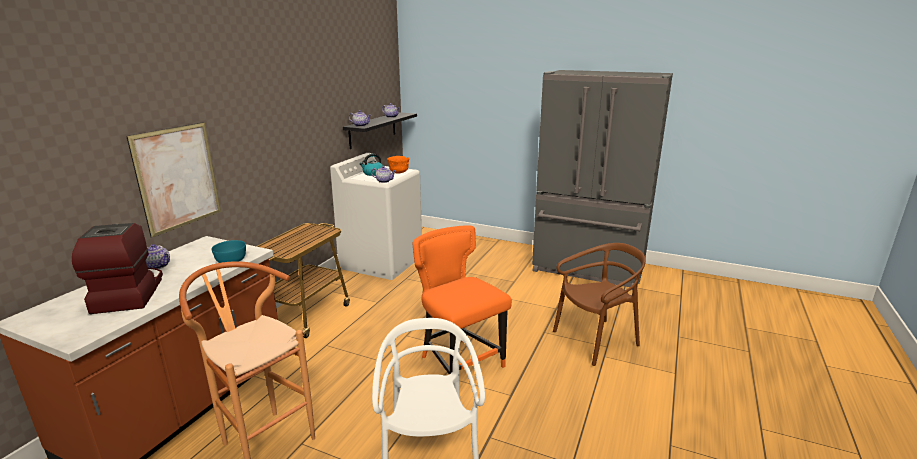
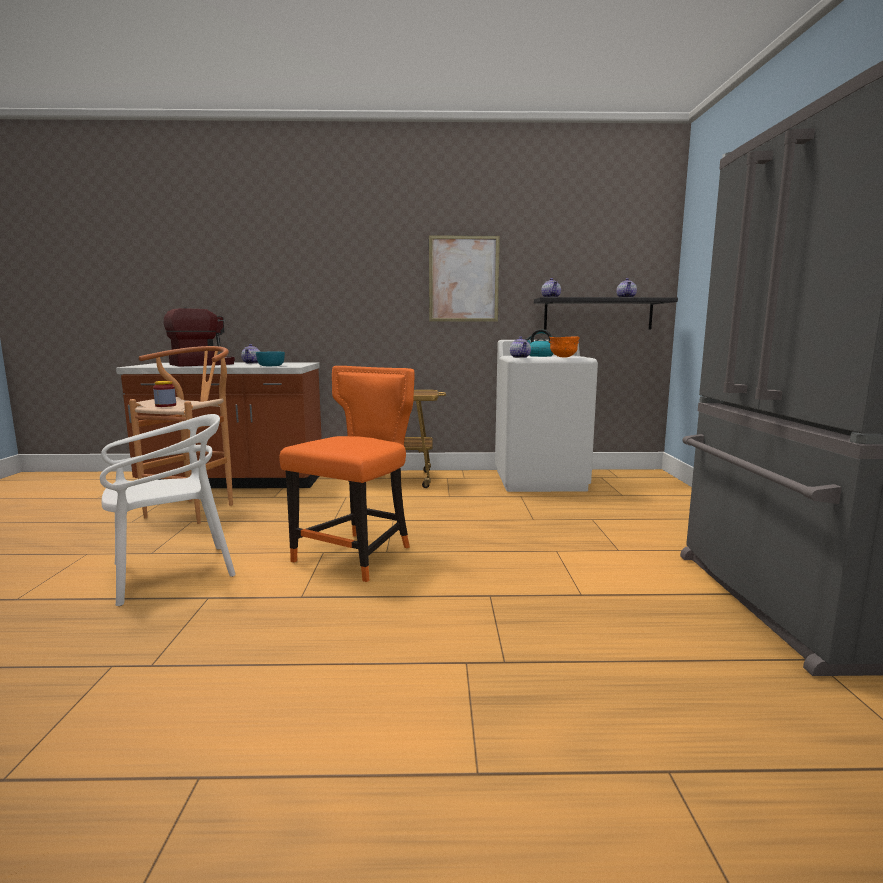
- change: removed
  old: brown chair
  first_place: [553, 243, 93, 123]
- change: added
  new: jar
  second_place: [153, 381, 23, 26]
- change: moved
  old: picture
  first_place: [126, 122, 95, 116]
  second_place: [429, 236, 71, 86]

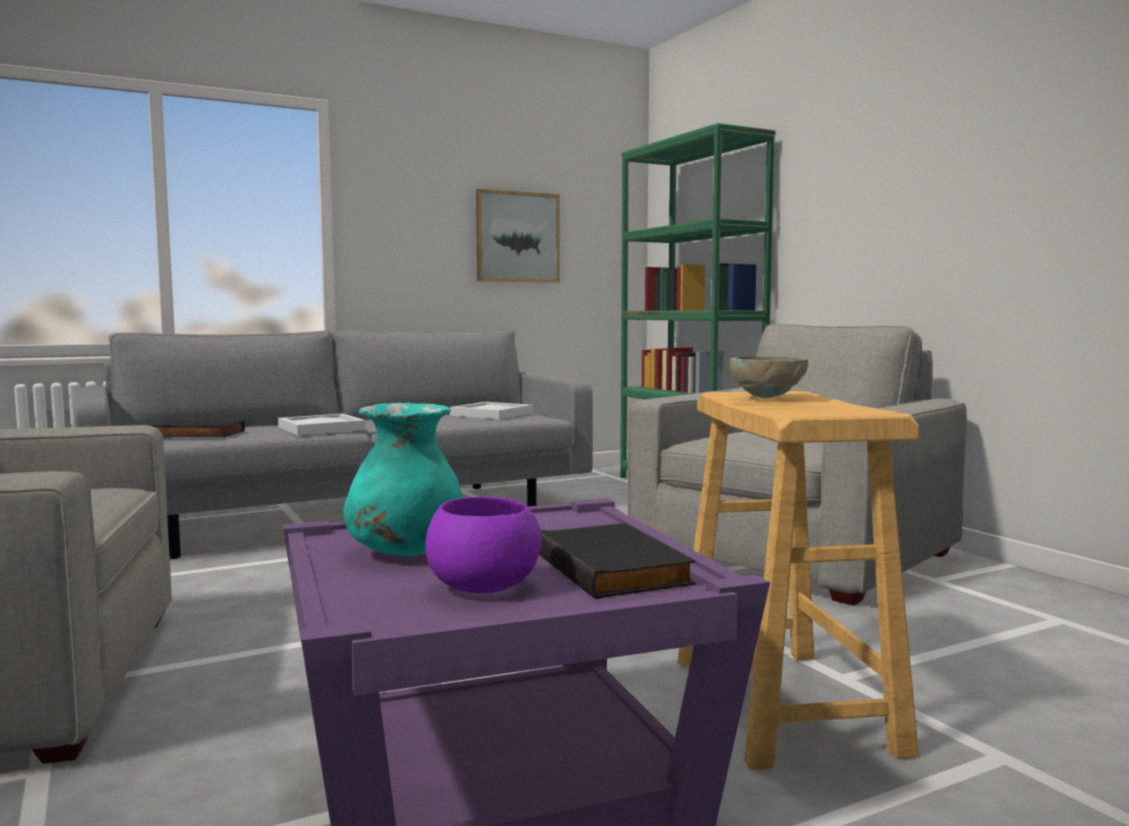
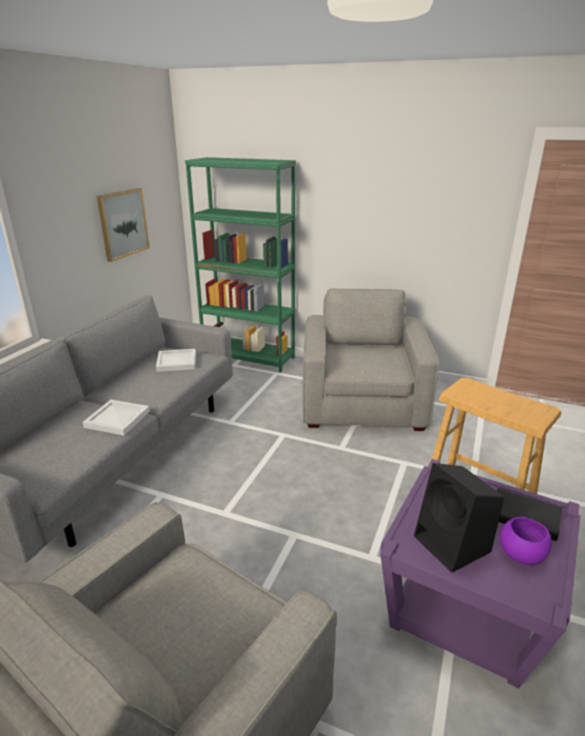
- change: removed
  old: black book
  first_place: [152, 419, 93, 18]
- change: removed
  old: beige bowl
  first_place: [730, 357, 78, 41]
- change: replaced
  old: turquoise vase
  new: black speaker
  first_place: [343, 403, 120, 153]
  second_place: [414, 463, 90, 110]

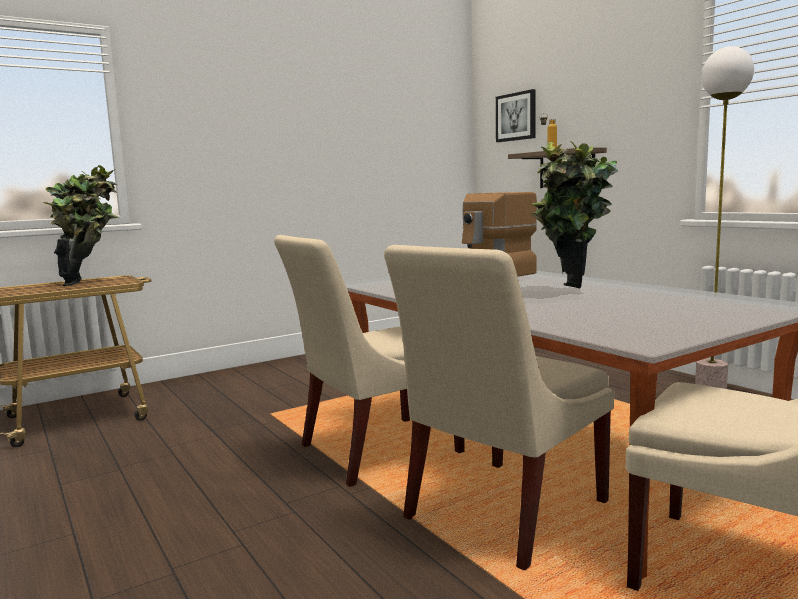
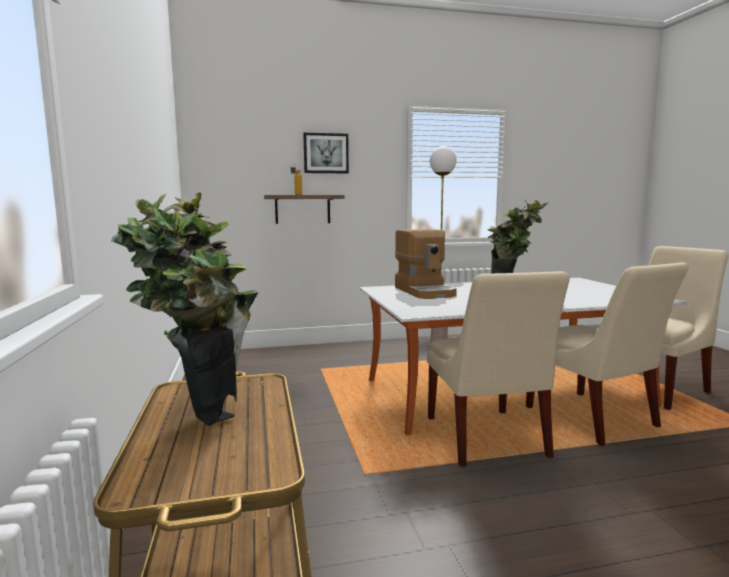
- change: moved
  old: picture
  first_place: [496, 89, 40, 53]
  second_place: [303, 133, 46, 40]

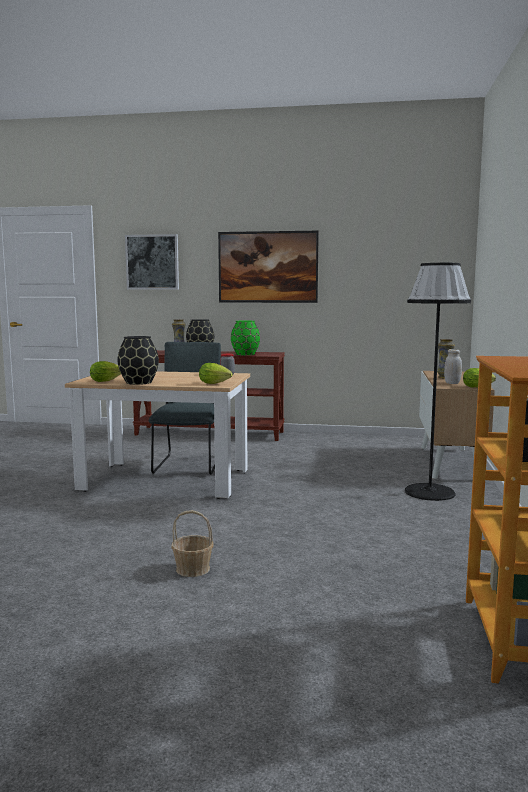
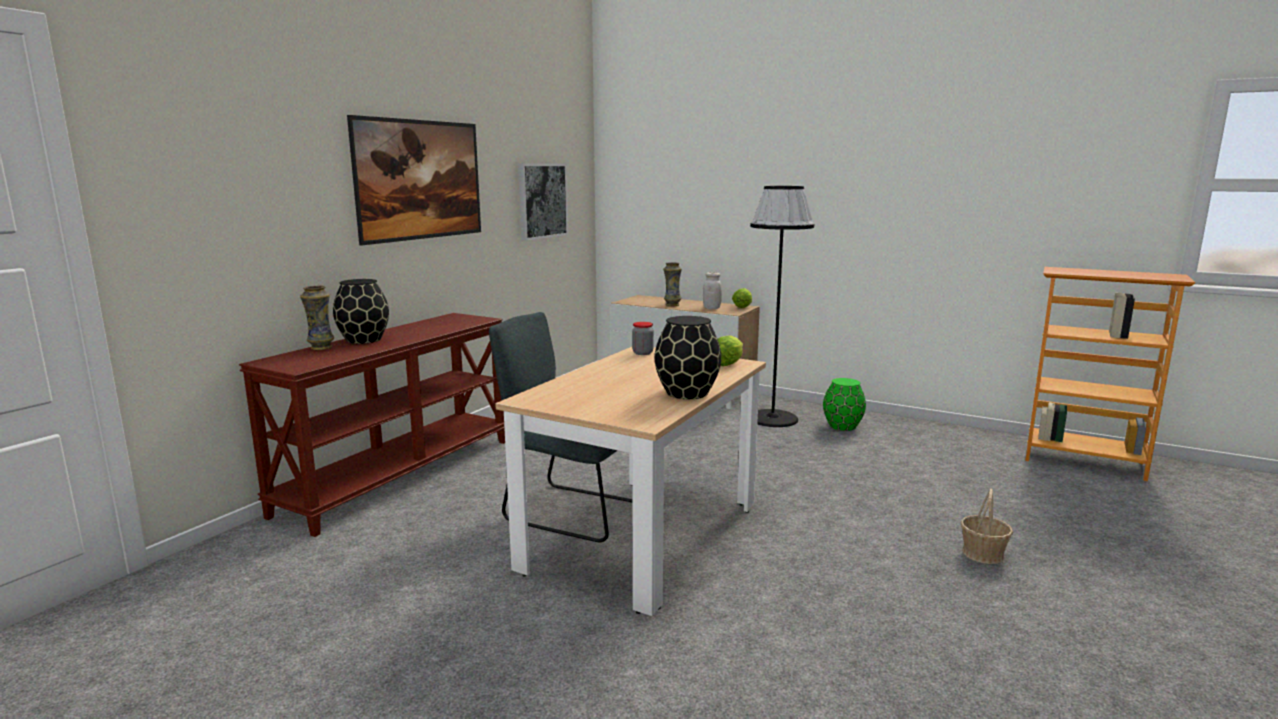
- change: removed
  old: lettuce
  first_place: [90, 361, 31, 21]
- change: moved
  old: picture
  first_place: [125, 234, 54, 55]
  second_place: [518, 163, 51, 78]
- change: moved
  old: green vase
  first_place: [231, 321, 29, 34]
  second_place: [823, 378, 43, 53]

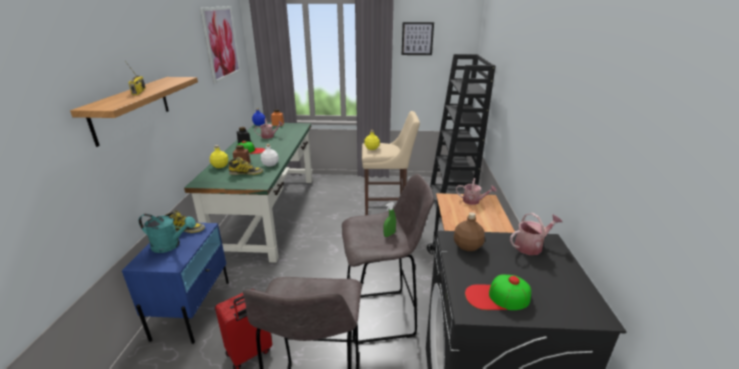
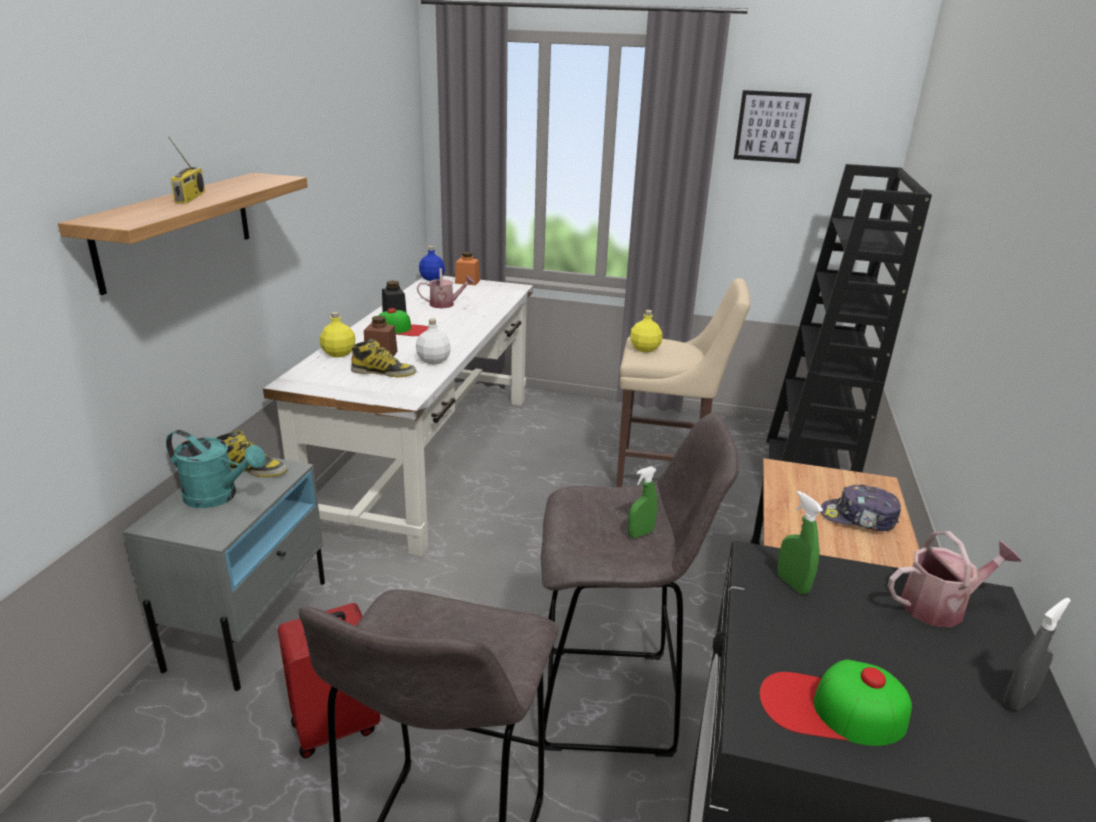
- change: removed
  old: picture
  first_place: [200, 6, 41, 77]
- change: removed
  old: watering can
  first_place: [456, 178, 41, 27]
- change: added
  new: cap
  second_place: [821, 484, 80, 47]
- change: added
  new: grey spray bottle
  second_place: [1003, 598, 68, 113]
- change: replaced
  old: brown bottle
  new: green spray bottle
  first_place: [454, 212, 31, 39]
  second_place: [777, 491, 46, 104]
- change: recoloured
  old: blue nightstand
  new: grey nightstand
  first_place: [122, 223, 107, 121]
  second_place: [123, 457, 202, 234]
- change: recoloured
  old: green desk
  new: white desk
  first_place: [184, 123, 129, 140]
  second_place: [263, 276, 270, 280]

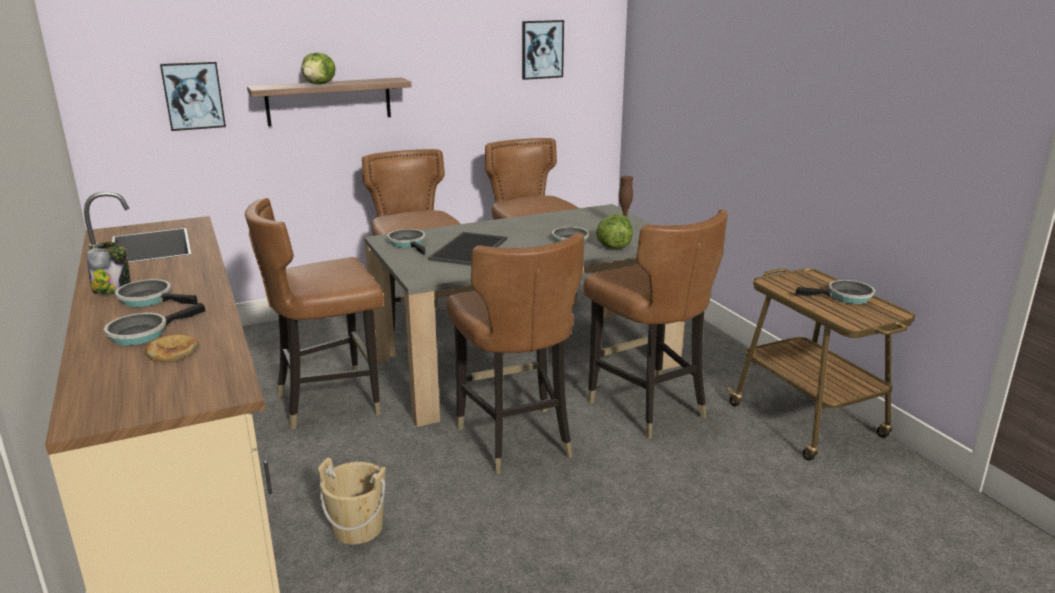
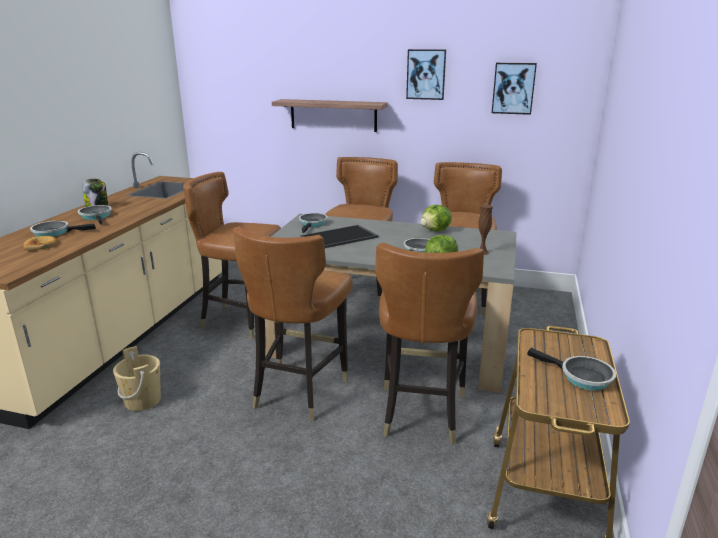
- change: moved
  old: picture
  first_place: [160, 61, 66, 70]
  second_place: [406, 49, 40, 51]
- change: moved
  old: lettuce
  first_place: [302, 52, 34, 32]
  second_place: [420, 205, 32, 26]

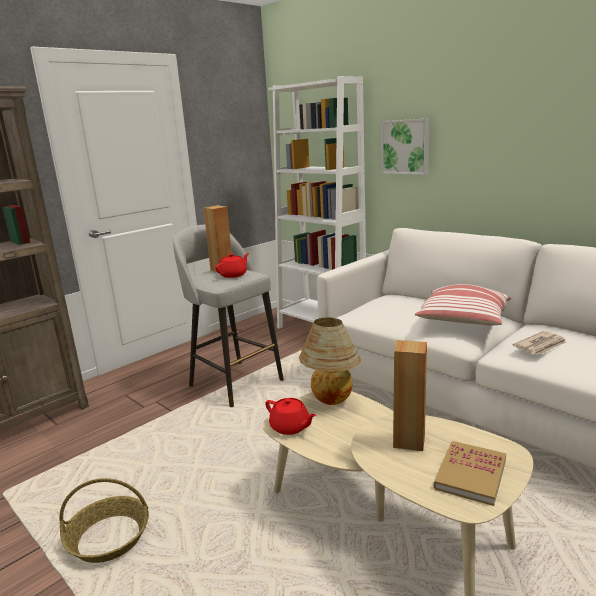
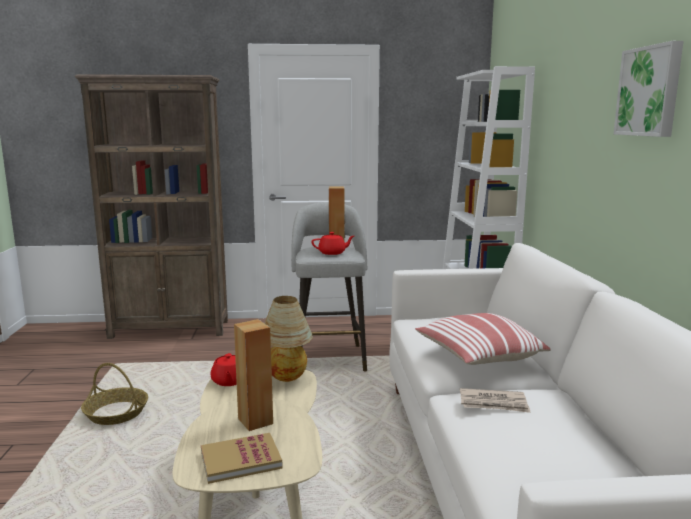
- change: moved
  old: picture
  first_place: [381, 118, 49, 57]
  second_place: [614, 41, 69, 96]

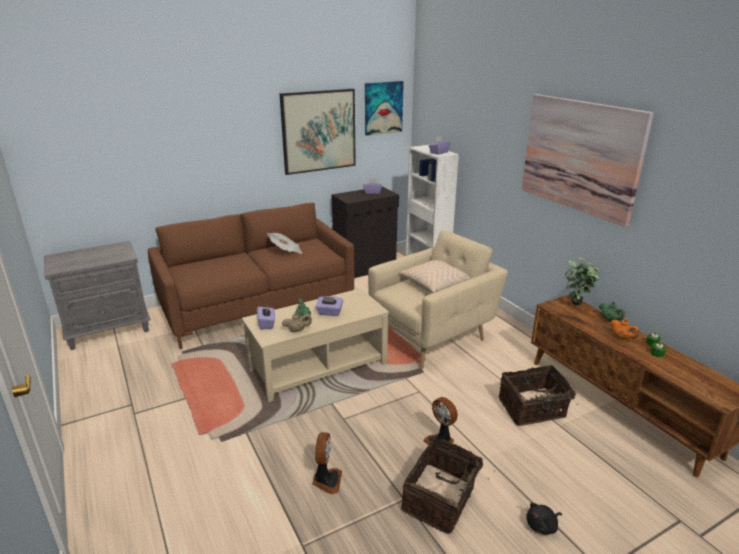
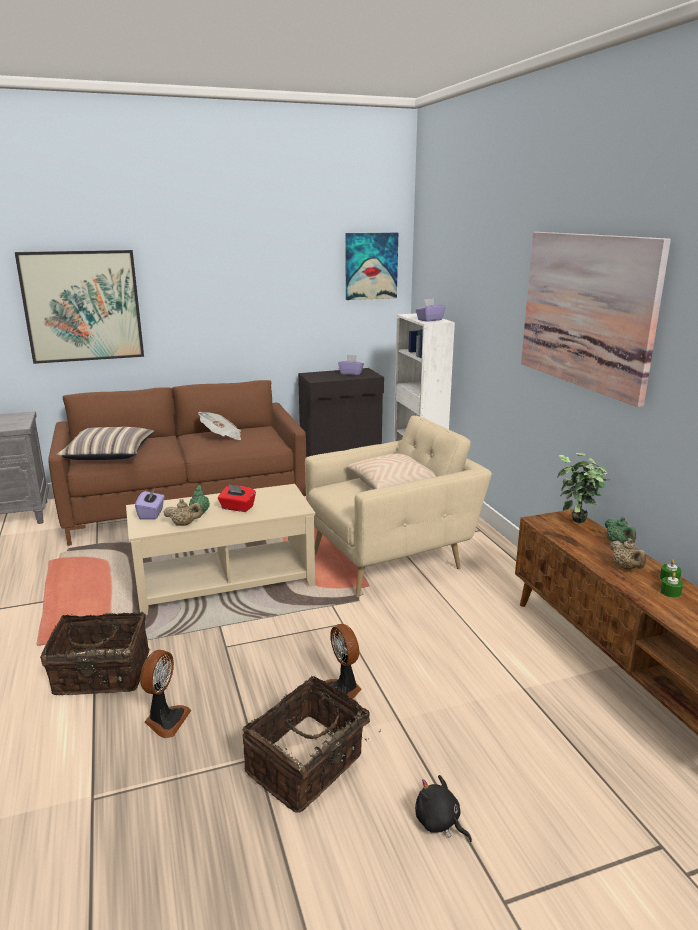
- change: added
  new: pillow
  second_place: [56, 427, 98, 33]
- change: moved
  old: picture
  first_place: [279, 89, 77, 86]
  second_place: [15, 250, 129, 114]
- change: moved
  old: basket
  first_place: [499, 365, 79, 61]
  second_place: [40, 612, 110, 83]
- change: recoloured
  old: purple tissue box
  new: red tissue box
  first_place: [316, 296, 27, 20]
  second_place: [218, 484, 38, 28]
- change: recoloured
  old: orange teapot
  new: beige teapot
  first_place: [610, 318, 29, 21]
  second_place: [610, 538, 36, 31]
- change: turned
  old: black plush toy
  first_place: [526, 503, 36, 32]
  second_place: [415, 775, 57, 67]
  degrees: 60

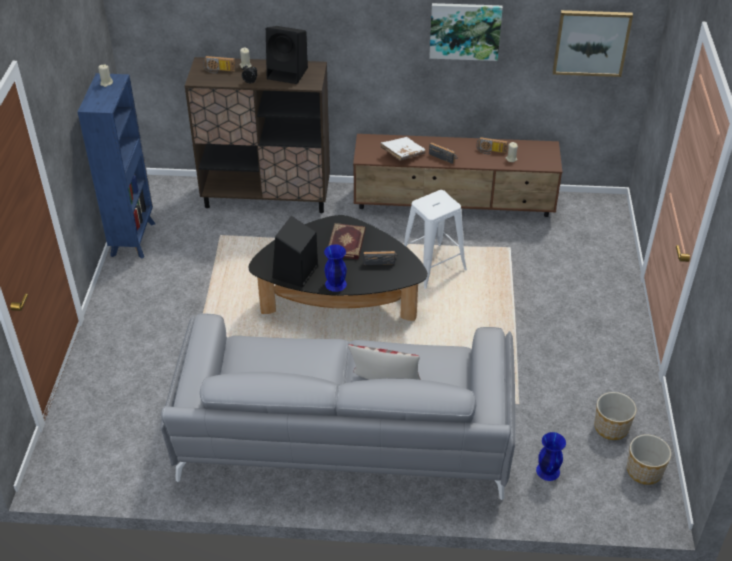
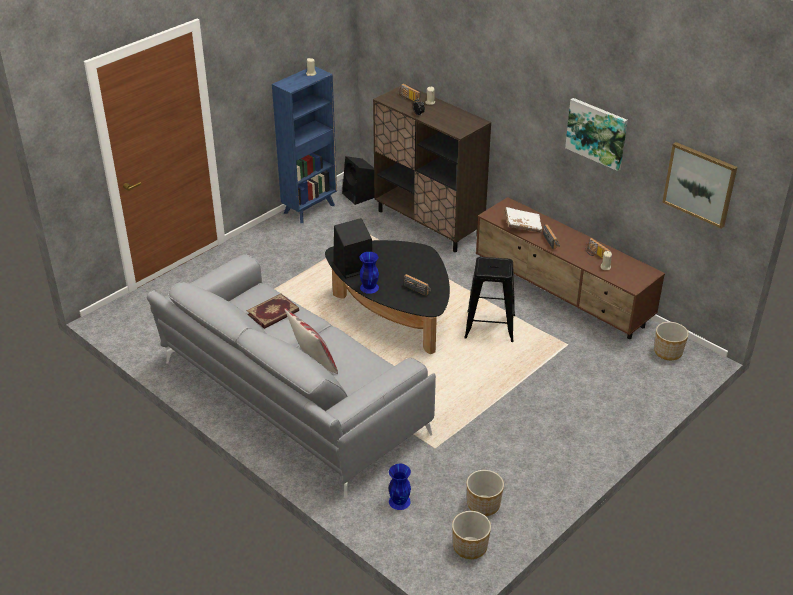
- change: added
  new: planter
  second_place: [654, 322, 35, 38]
- change: moved
  old: black speaker
  first_place: [266, 26, 42, 58]
  second_place: [342, 156, 33, 49]
- change: moved
  old: book
  first_place: [329, 223, 37, 37]
  second_place: [247, 294, 52, 35]
- change: recoloured
  old: white stool
  new: black stool
  first_place: [404, 190, 63, 99]
  second_place: [464, 257, 51, 85]

